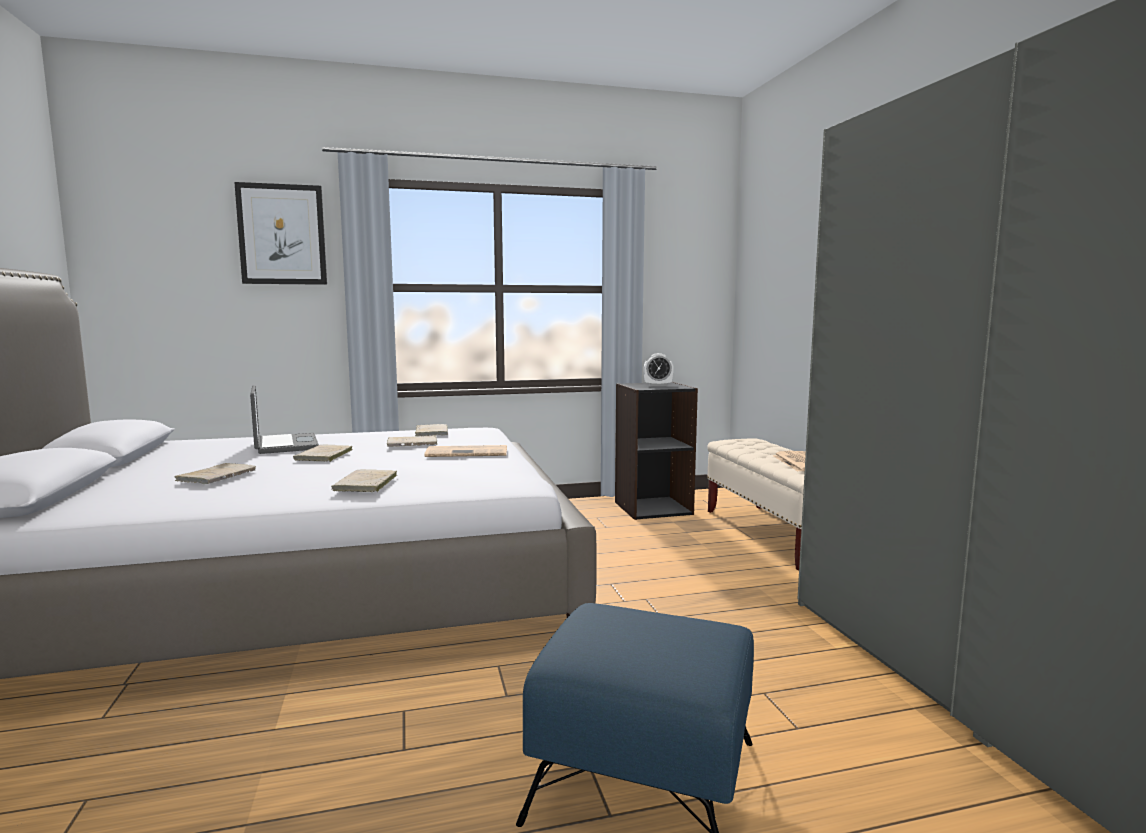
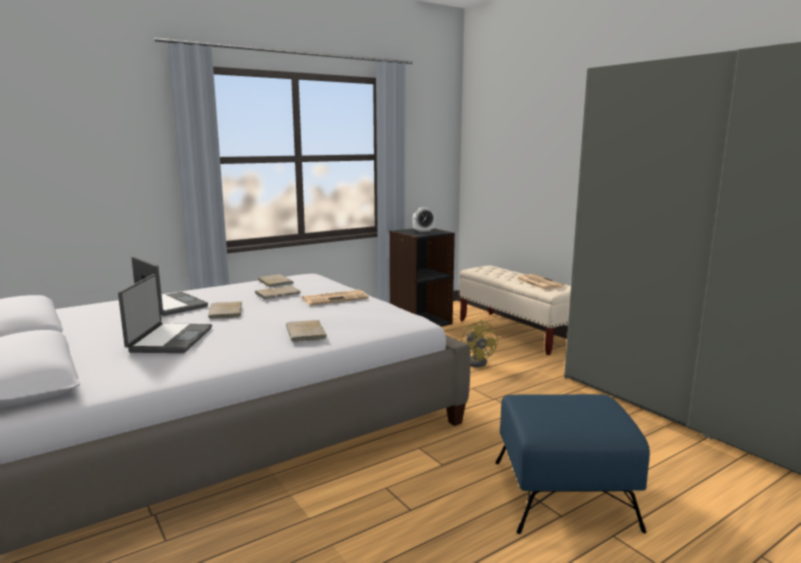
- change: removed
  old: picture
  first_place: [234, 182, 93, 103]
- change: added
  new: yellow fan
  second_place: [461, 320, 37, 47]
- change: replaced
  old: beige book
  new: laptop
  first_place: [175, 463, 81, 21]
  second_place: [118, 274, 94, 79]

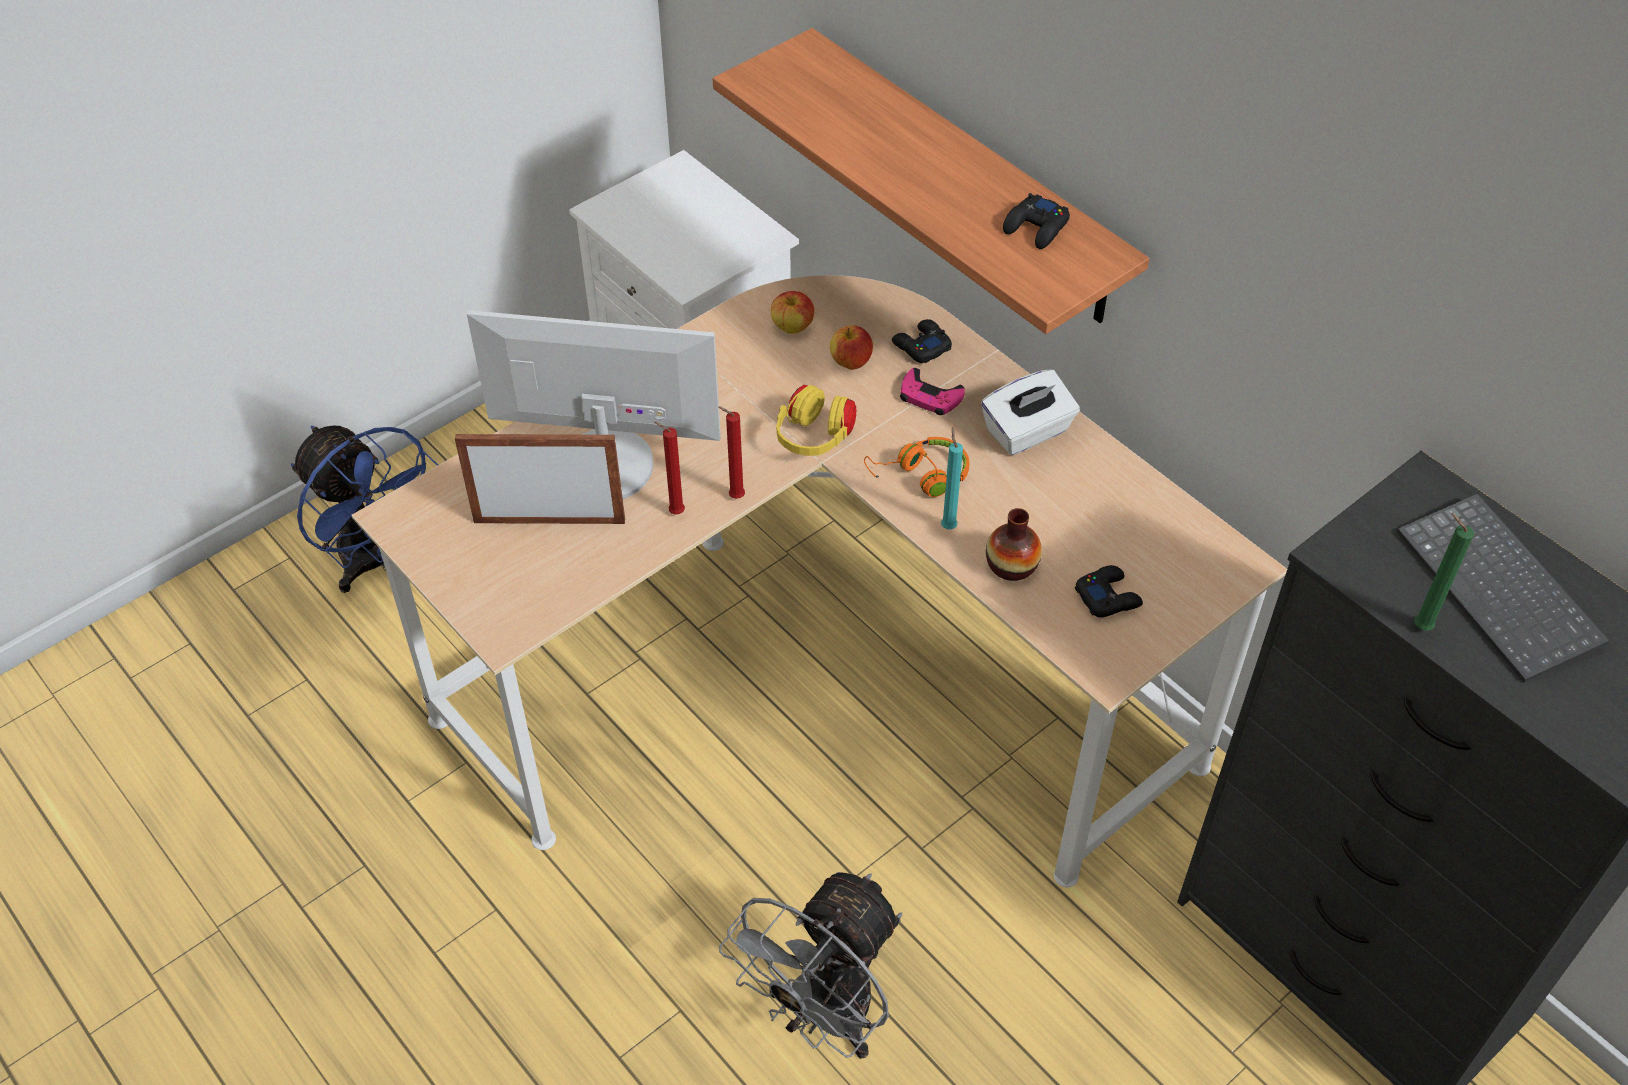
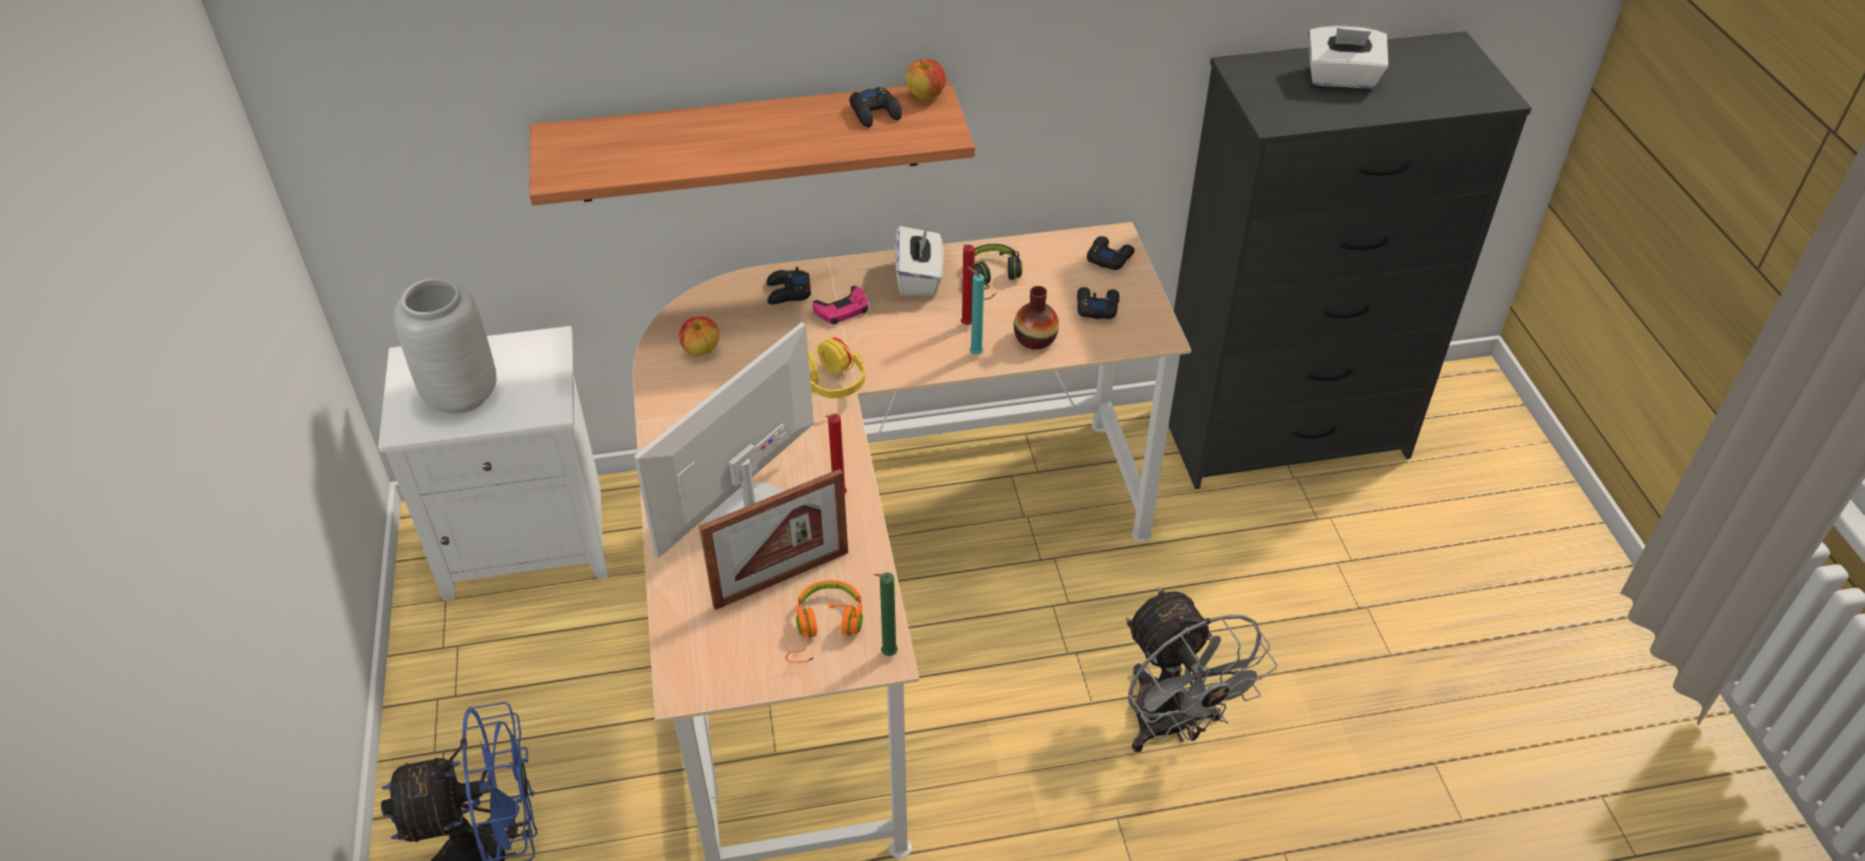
- change: added
  new: grey vase
  second_place: [393, 278, 104, 136]
- change: added
  new: black headphones
  second_place: [974, 244, 48, 56]
- change: added
  new: black game controller
  second_place: [1087, 236, 48, 34]
- change: moved
  old: red candle
  first_place: [718, 406, 27, 93]
  second_place: [961, 244, 14, 81]
- change: moved
  old: apple
  first_place: [830, 325, 43, 45]
  second_place: [905, 59, 41, 40]
- change: moved
  old: orange headphones
  first_place: [864, 437, 106, 60]
  second_place: [785, 580, 78, 83]
- change: moved
  old: green candle
  first_place: [1414, 513, 60, 118]
  second_place: [874, 572, 24, 84]
- change: replaced
  old: keyboard
  new: white tissue box
  first_place: [1397, 494, 213, 189]
  second_place: [1308, 26, 80, 62]
- change: turned
  old: picture frame
  first_place: [455, 434, 170, 90]
  second_place: [699, 469, 149, 141]
  degrees: -150

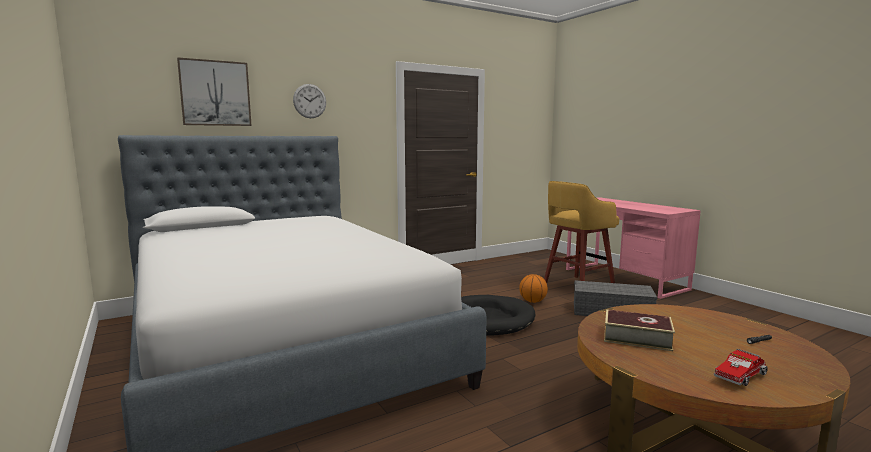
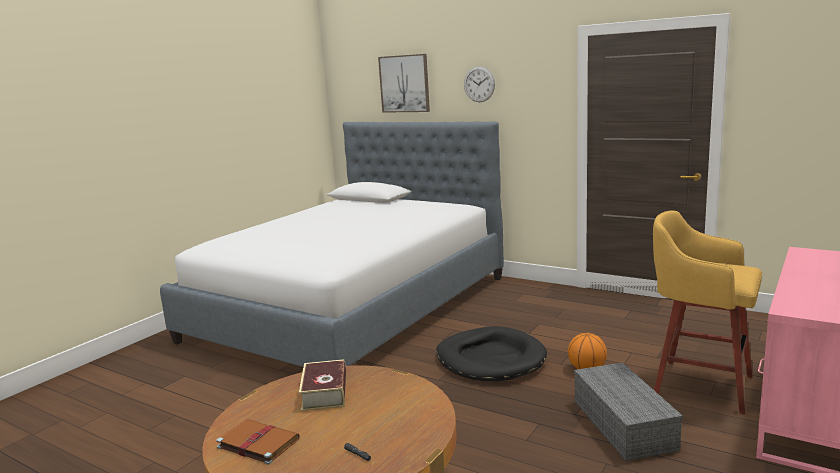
- change: replaced
  old: toy truck
  new: brown book
  first_place: [714, 349, 54, 37]
  second_place: [216, 419, 84, 46]

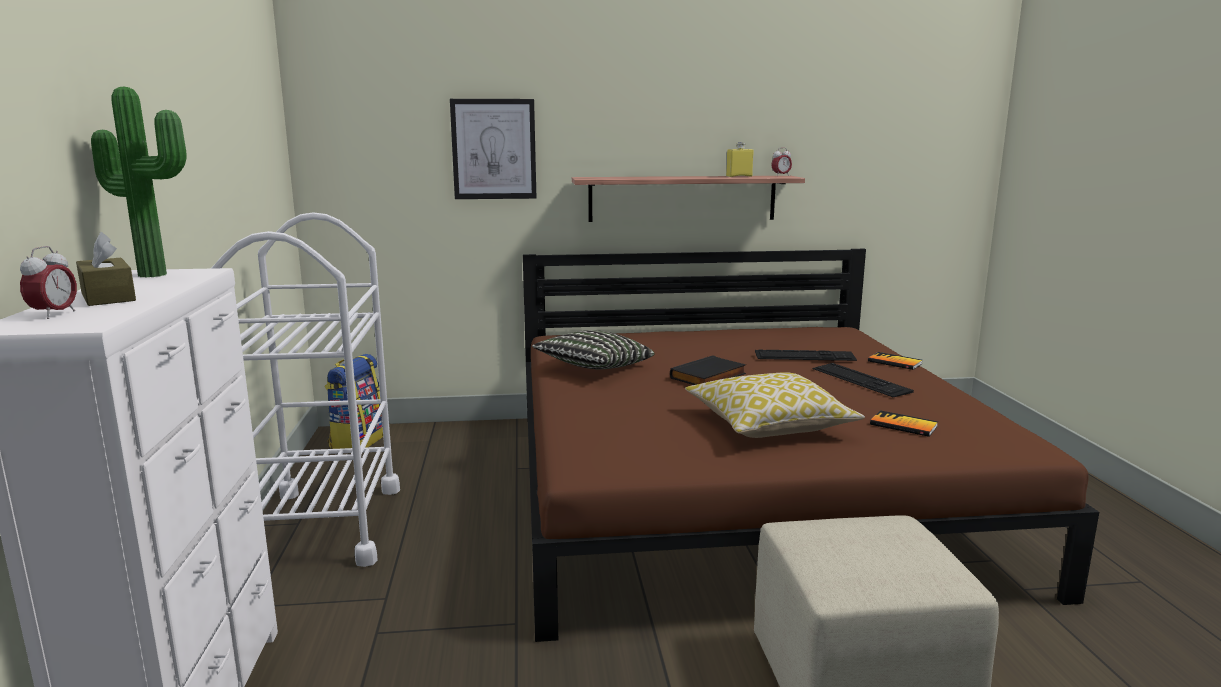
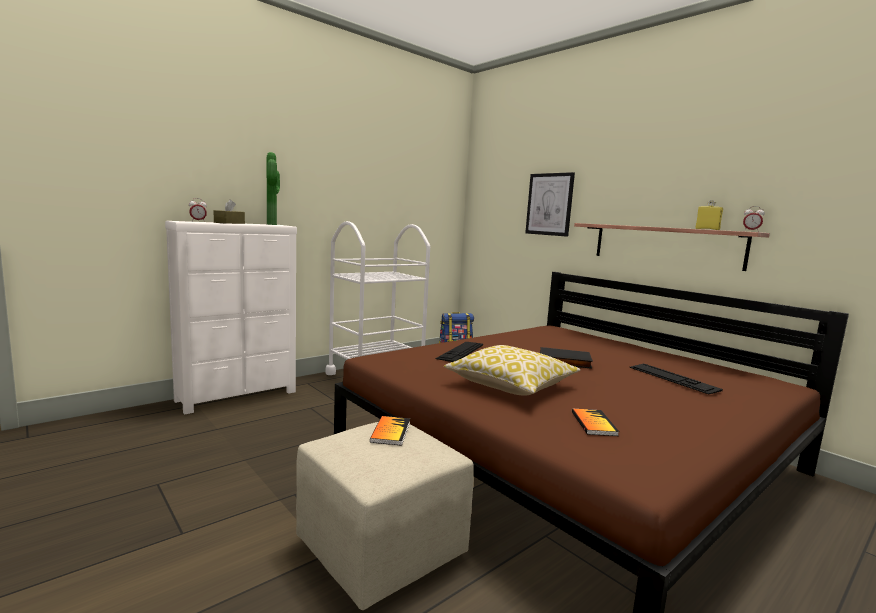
- change: removed
  old: pillow
  first_place: [532, 330, 123, 39]
- change: moved
  old: keyboard
  first_place: [812, 363, 102, 34]
  second_place: [436, 342, 47, 20]
- change: moved
  old: book
  first_place: [868, 352, 54, 18]
  second_place: [370, 416, 40, 30]

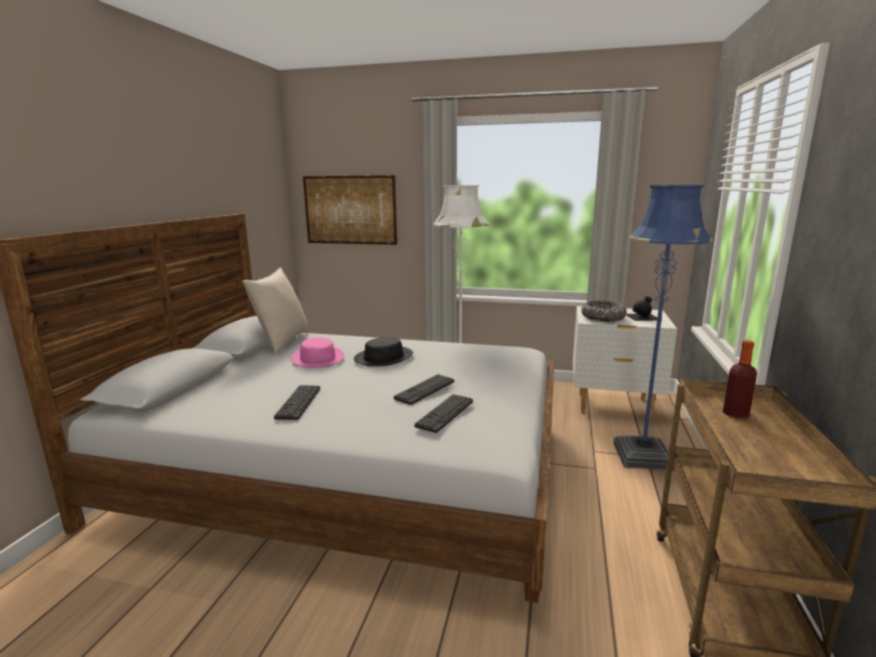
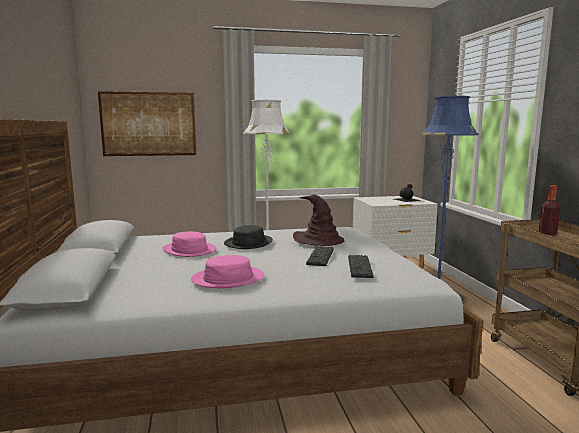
- change: removed
  old: beige pillow
  first_place: [242, 267, 66, 87]
- change: removed
  old: bowl
  first_place: [581, 300, 46, 22]
- change: added
  new: brown hat
  second_place: [293, 194, 52, 52]
- change: replaced
  old: keyboard
  new: pink hat
  first_place: [274, 385, 46, 35]
  second_place: [191, 255, 74, 33]

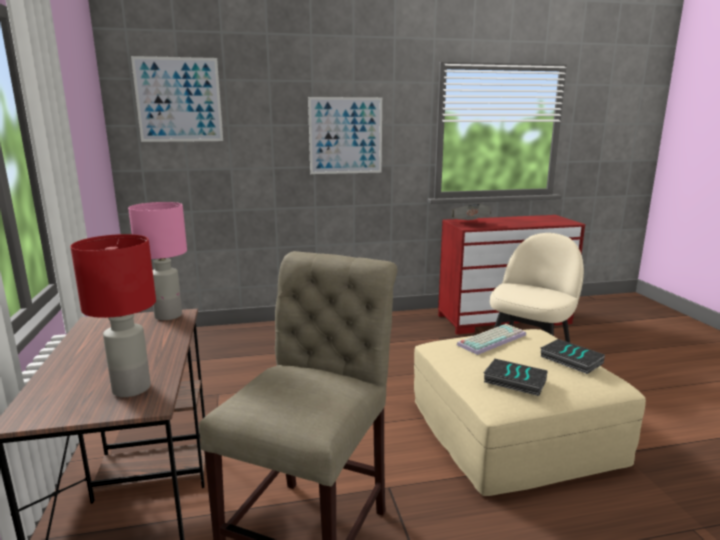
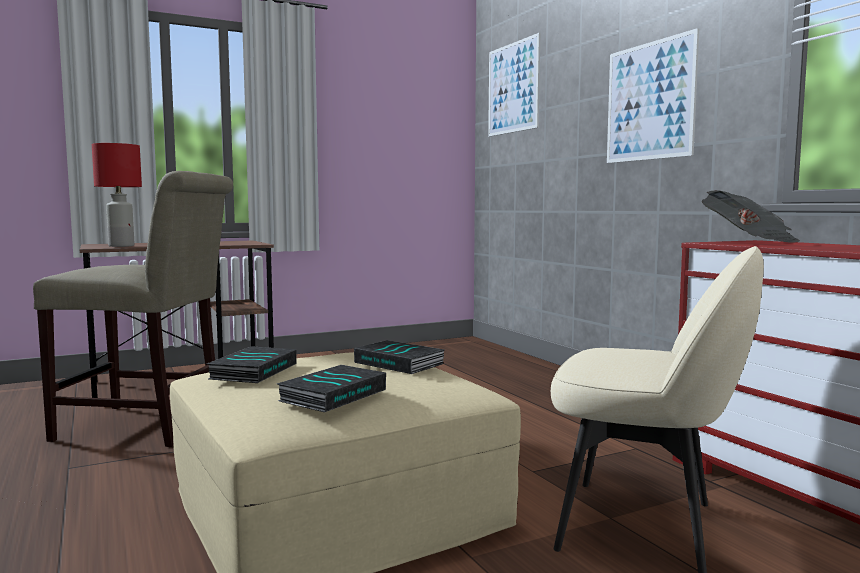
- change: removed
  old: pink table lamp
  first_place: [128, 202, 59, 118]
- change: replaced
  old: keyboard
  new: book
  first_place: [457, 324, 69, 31]
  second_place: [354, 340, 91, 34]

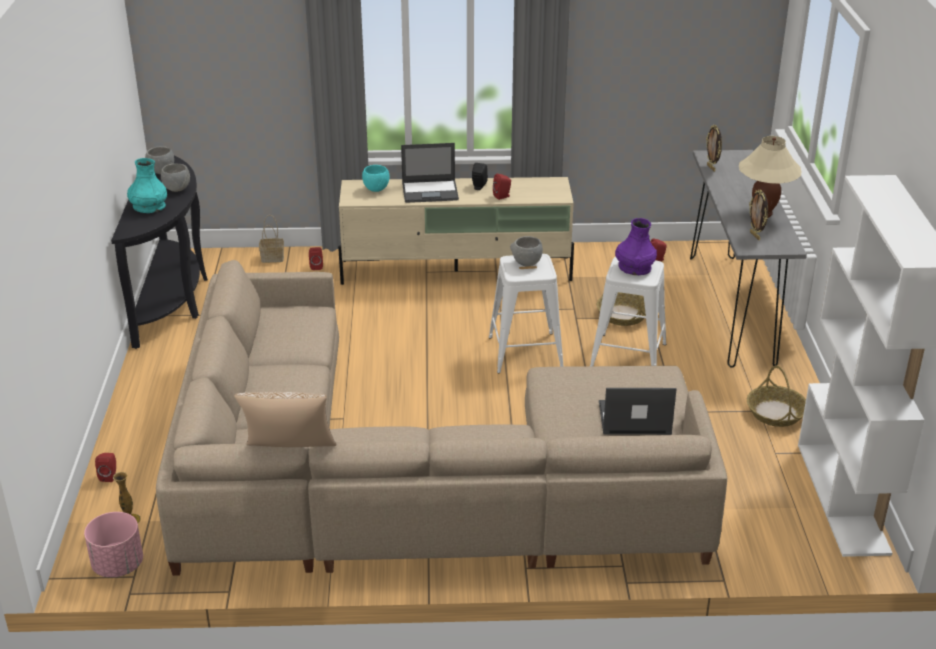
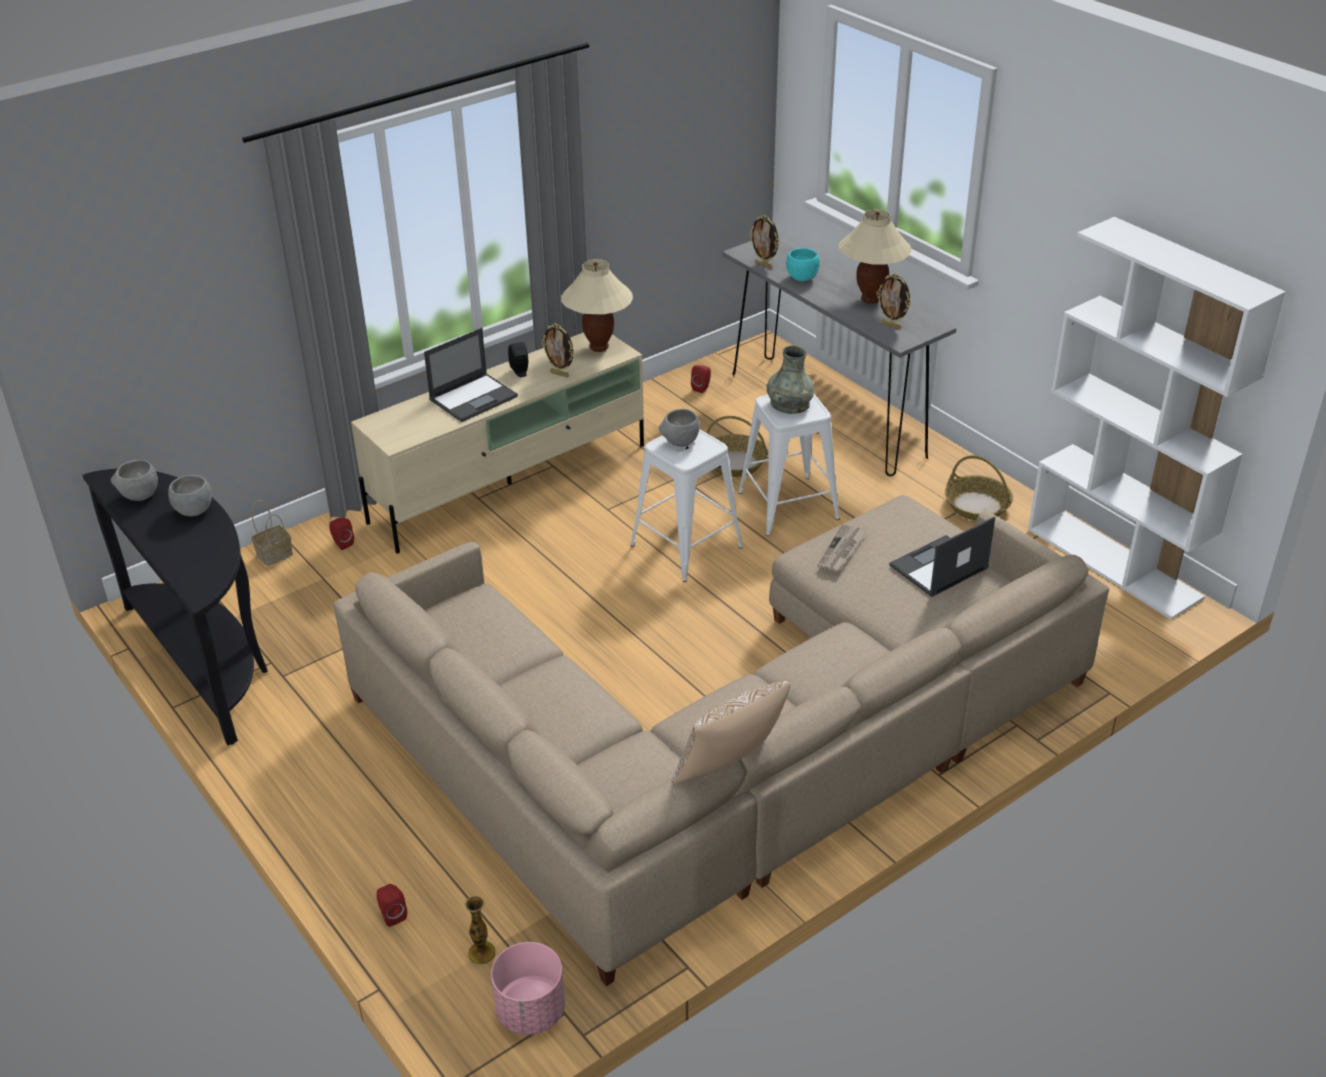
- change: removed
  old: turquoise vase
  first_place: [127, 158, 40, 55]
- change: added
  new: beige table lamp
  second_place: [561, 259, 72, 93]
- change: added
  new: newspaper
  second_place: [817, 523, 50, 49]
- change: moved
  old: turquoise bowl
  first_place: [362, 165, 28, 27]
  second_place: [786, 248, 34, 34]
- change: replaced
  old: red speaker
  new: picture frame
  first_place: [493, 174, 18, 26]
  second_place: [541, 323, 34, 54]
- change: recoloured
  old: purple vase
  new: grey vase
  first_place: [615, 218, 42, 57]
  second_place: [767, 345, 47, 69]

